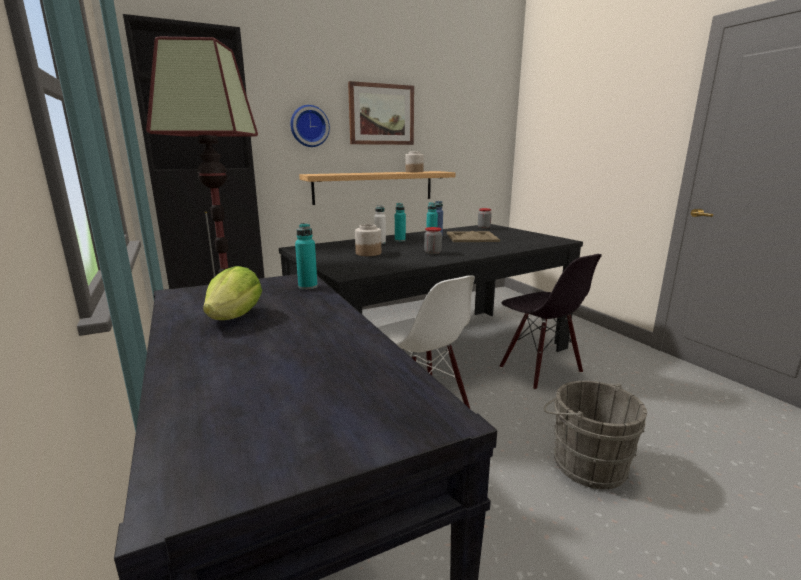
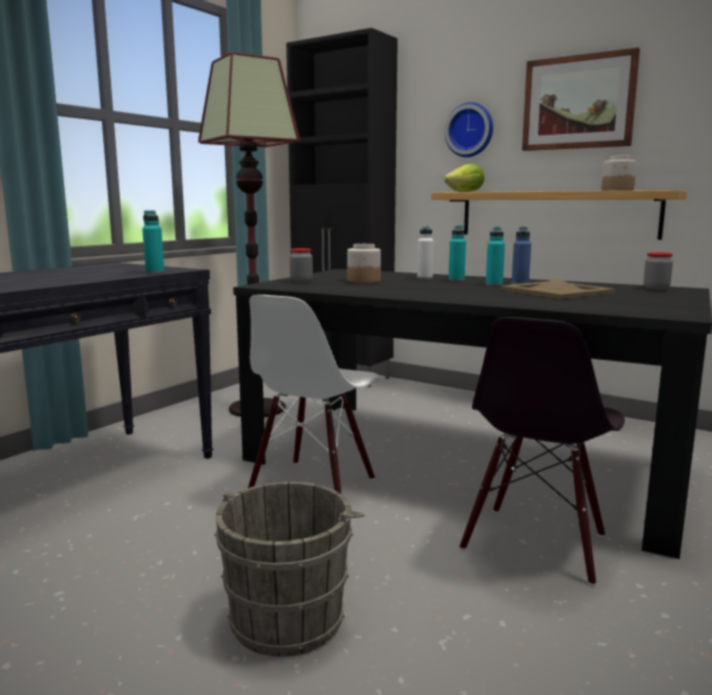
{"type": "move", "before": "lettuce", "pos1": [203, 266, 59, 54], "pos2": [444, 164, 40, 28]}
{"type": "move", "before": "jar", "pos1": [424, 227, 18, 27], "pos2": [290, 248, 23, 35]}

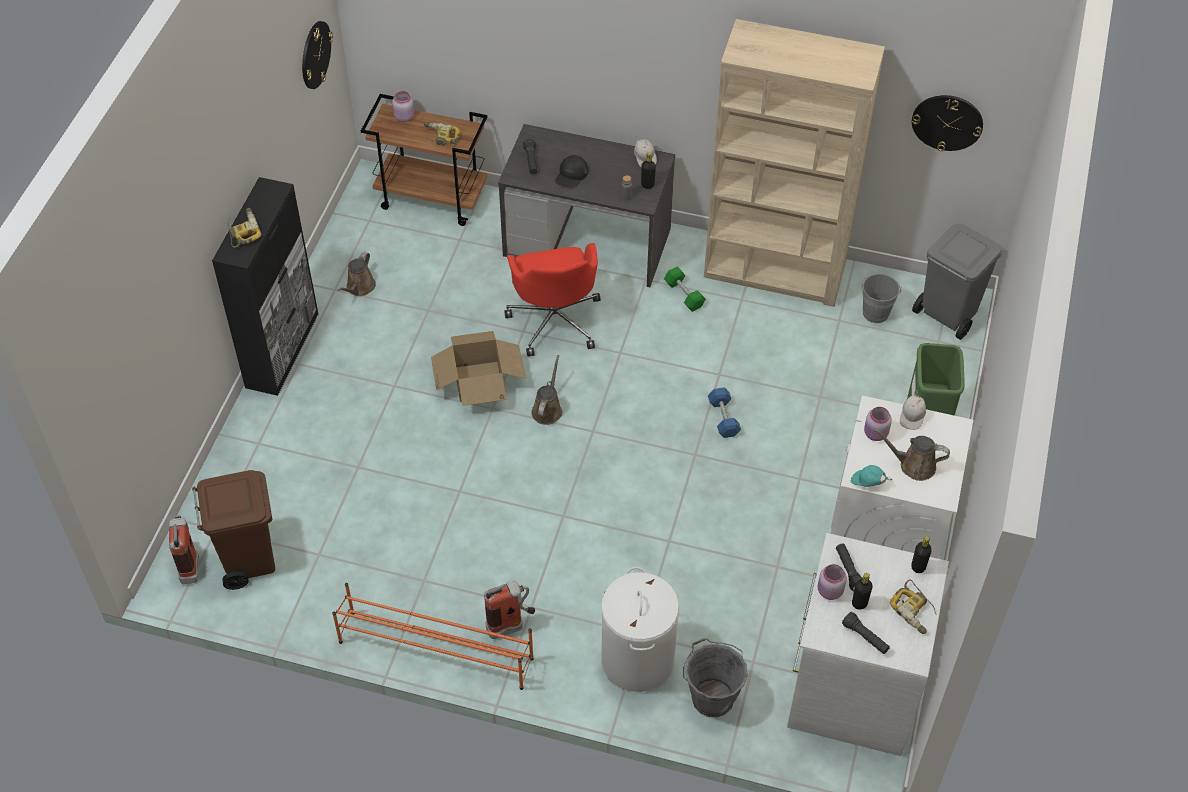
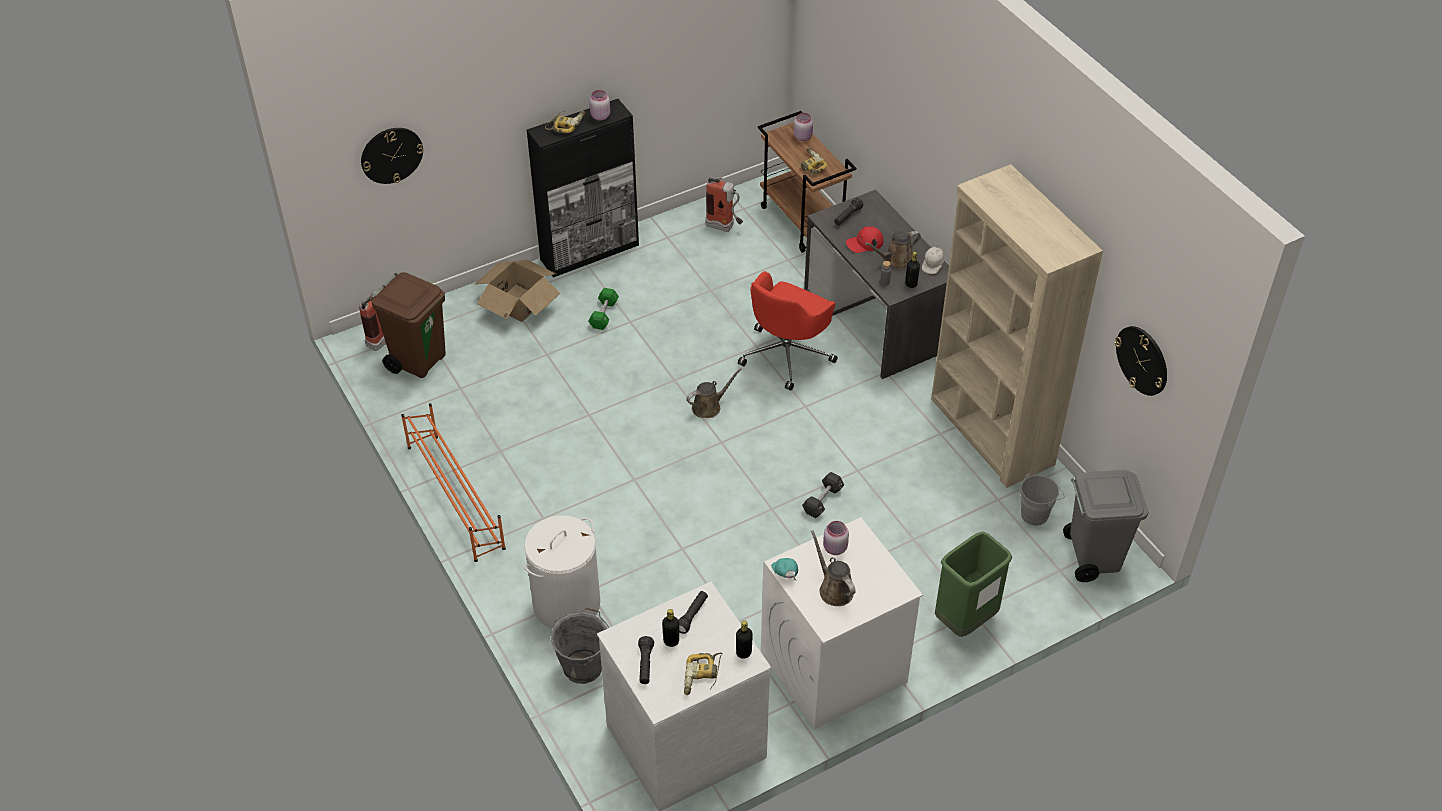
{"type": "move", "before": "wall clock", "pos1": [302, 21, 31, 68], "pos2": [361, 128, 63, 56]}
{"type": "move", "before": "watering can (brown)", "pos1": [338, 252, 38, 44], "pos2": [865, 231, 56, 37]}
{"type": "move", "before": "cardboard box", "pos1": [431, 331, 95, 75], "pos2": [475, 259, 85, 63]}
{"type": "move", "before": "fire extinguisher", "pos1": [484, 581, 51, 58], "pos2": [705, 176, 38, 56]}
{"type": "recolor", "before": "cap (black)", "after": "cap (red)", "pos1": [555, 155, 33, 33], "pos2": [846, 226, 38, 27]}
{"type": "move", "before": "dumbbell (green)", "pos1": [664, 267, 42, 45], "pos2": [588, 288, 31, 42]}
{"type": "recolor", "before": "dumbbell (blue)", "after": "dumbbell (black)", "pos1": [708, 387, 33, 51], "pos2": [802, 472, 42, 46]}
{"type": "move", "before": "jar (pink)", "pos1": [818, 564, 29, 36], "pos2": [589, 90, 21, 30]}
{"type": "delete", "before": "cap (white)", "pos1": [900, 390, 26, 40]}

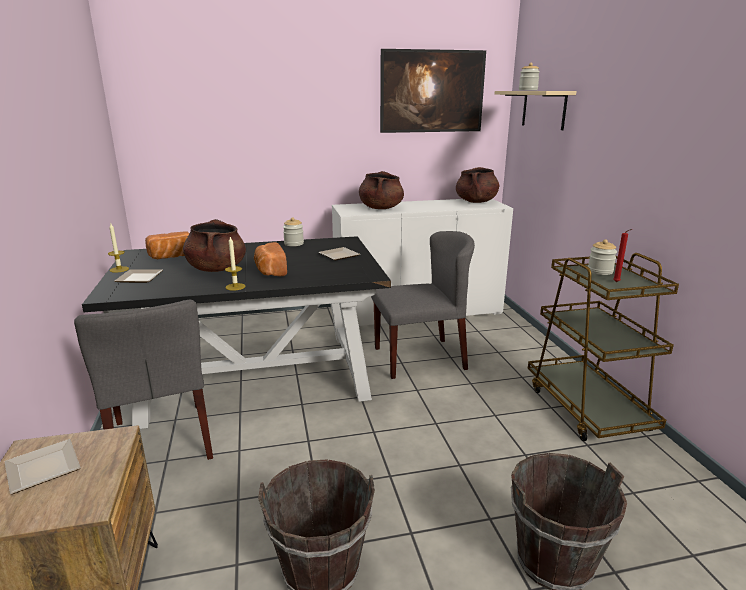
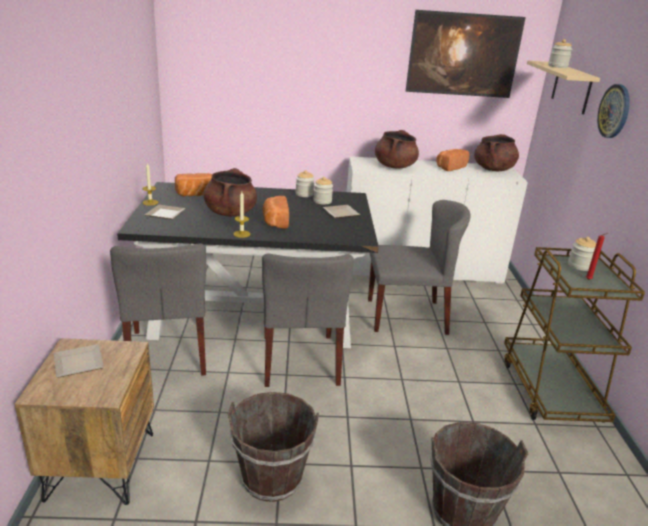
{"type": "insert", "after": "chair (grey)", "pos2": [262, 254, 92, 133]}
{"type": "insert", "after": "jar", "pos2": [313, 177, 20, 28]}
{"type": "insert", "after": "bread", "pos2": [436, 149, 34, 22]}
{"type": "insert", "after": "wall clock", "pos2": [597, 84, 33, 54]}

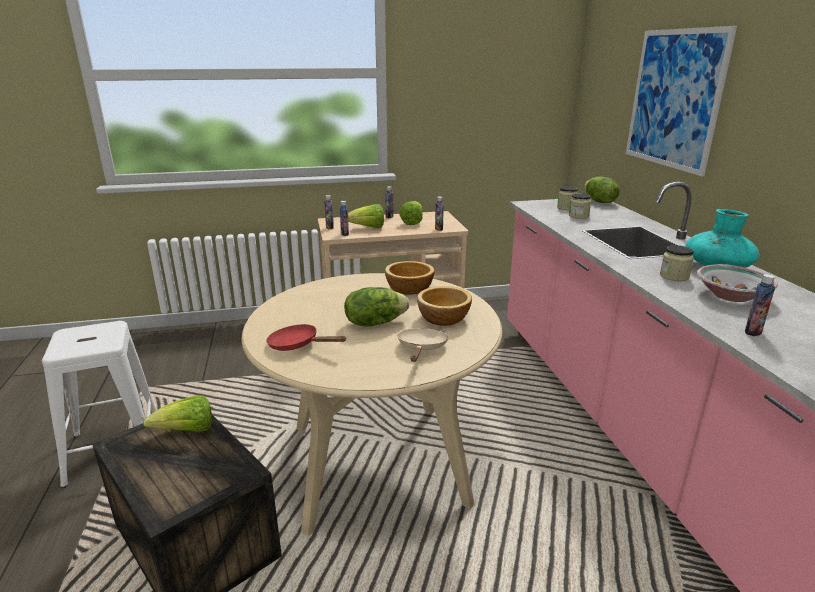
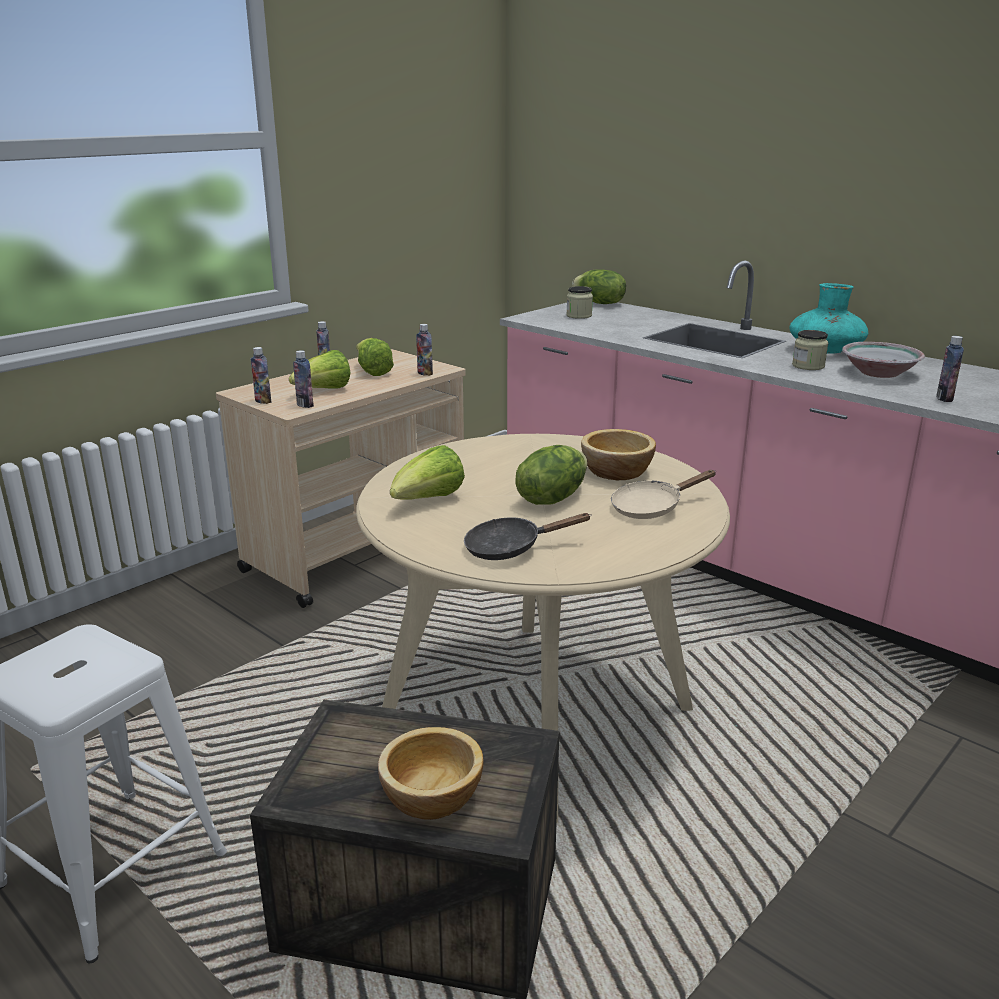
{"type": "move", "before": "lettuce", "pos1": [143, 395, 69, 37], "pos2": [390, 445, 75, 55]}
{"type": "recolor", "before": "frying pan (red)", "after": "frying pan (black)", "pos1": [266, 324, 80, 27], "pos2": [464, 513, 128, 47]}
{"type": "move", "before": "bowl", "pos1": [385, 261, 49, 34], "pos2": [378, 727, 106, 93]}
{"type": "rotate", "before": "frying pan (beige)", "pos1": [397, 328, 52, 34], "pos2": [611, 470, 104, 49], "turn": -90}
{"type": "delete", "before": "jar", "pos1": [569, 193, 22, 26]}
{"type": "delete", "before": "picture", "pos1": [626, 26, 111, 150]}

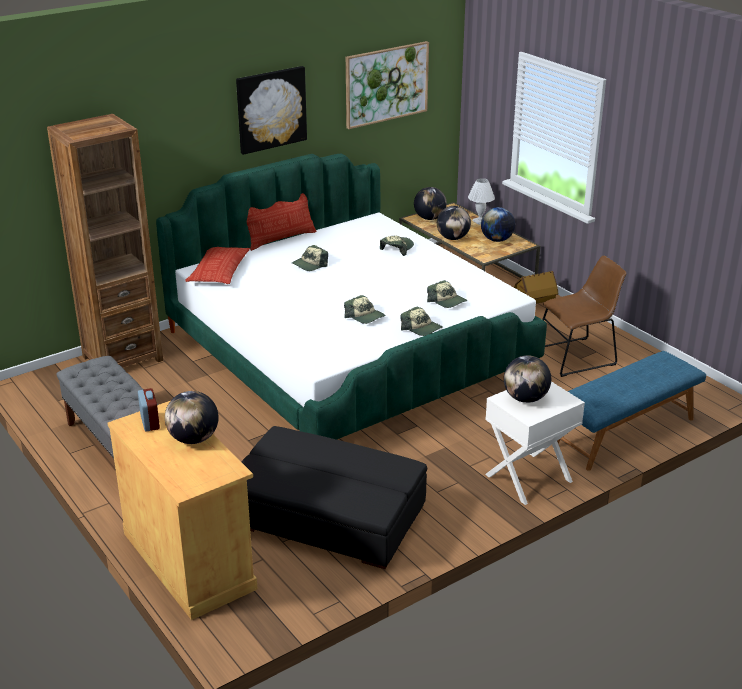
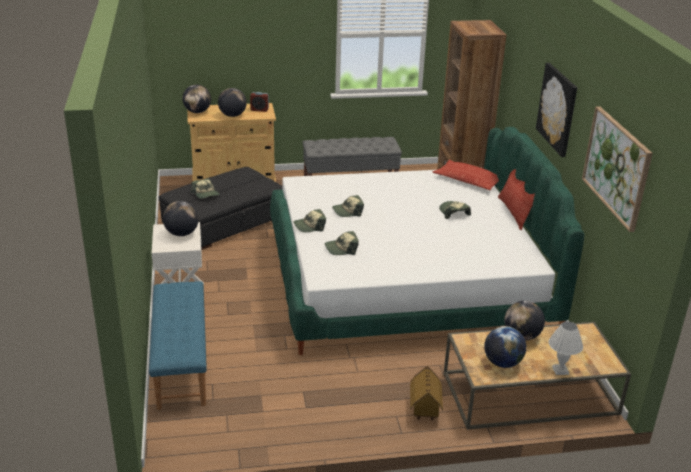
{"type": "move", "before": "cap", "pos1": [380, 236, 34, 20], "pos2": [190, 178, 29, 21]}
{"type": "move", "before": "globe", "pos1": [414, 187, 33, 33], "pos2": [182, 85, 29, 28]}
{"type": "delete", "before": "chair (brown)", "pos1": [542, 256, 84, 121]}

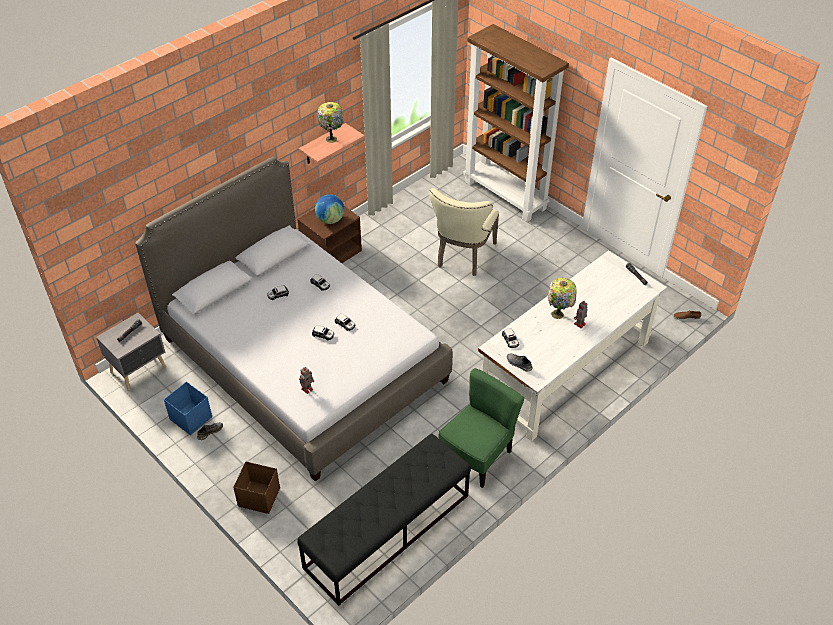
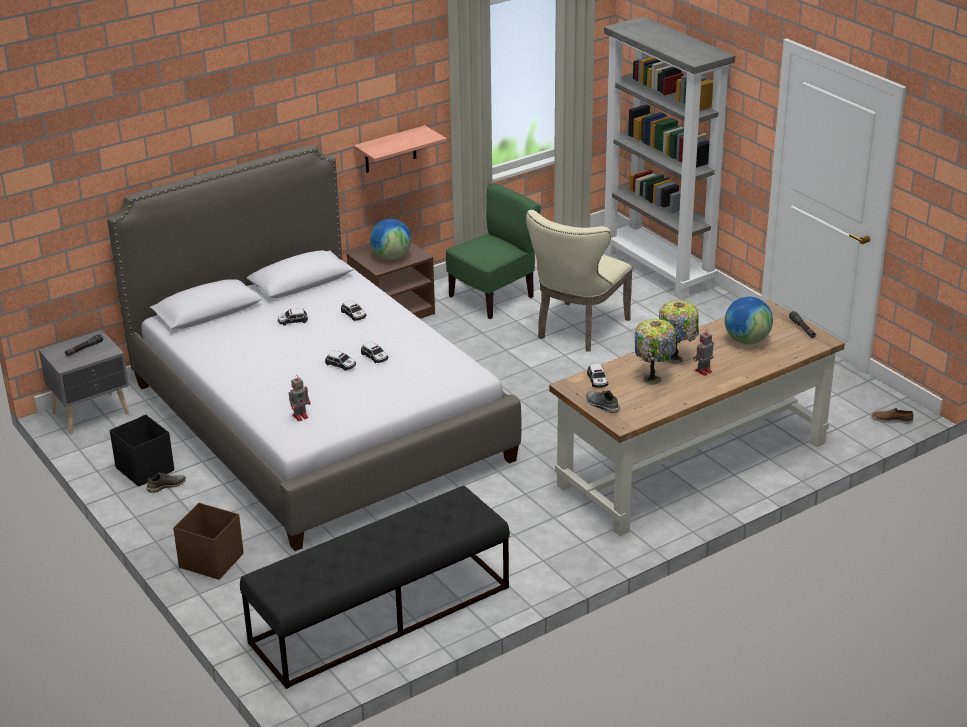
{"type": "recolor", "before": "storage box (blue)", "after": "storage box (black)", "pos1": [164, 382, 48, 53], "pos2": [110, 415, 64, 72]}
{"type": "move", "before": "table lamp", "pos1": [317, 102, 27, 41], "pos2": [635, 319, 41, 65]}
{"type": "move", "before": "chair (green)", "pos1": [438, 368, 86, 120], "pos2": [446, 184, 95, 135]}
{"type": "recolor", "before": "bookcase (brown)", "after": "bookcase (grey)", "pos1": [464, 24, 105, 198], "pos2": [604, 16, 131, 284]}
{"type": "recolor", "before": "desk (white)", "after": "desk (brown)", "pos1": [478, 250, 189, 191], "pos2": [549, 300, 296, 236]}
{"type": "insert", "after": "globe", "pos2": [725, 297, 48, 47]}

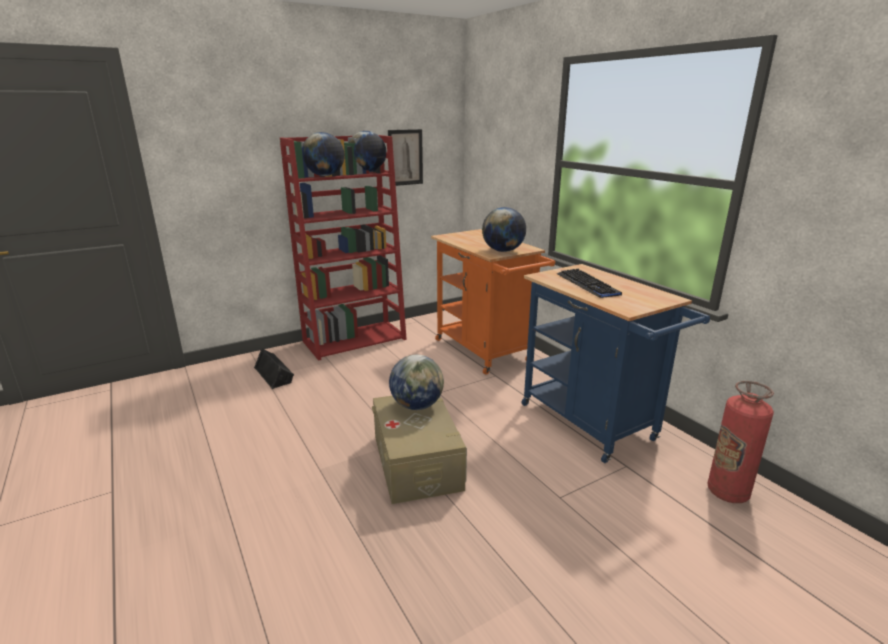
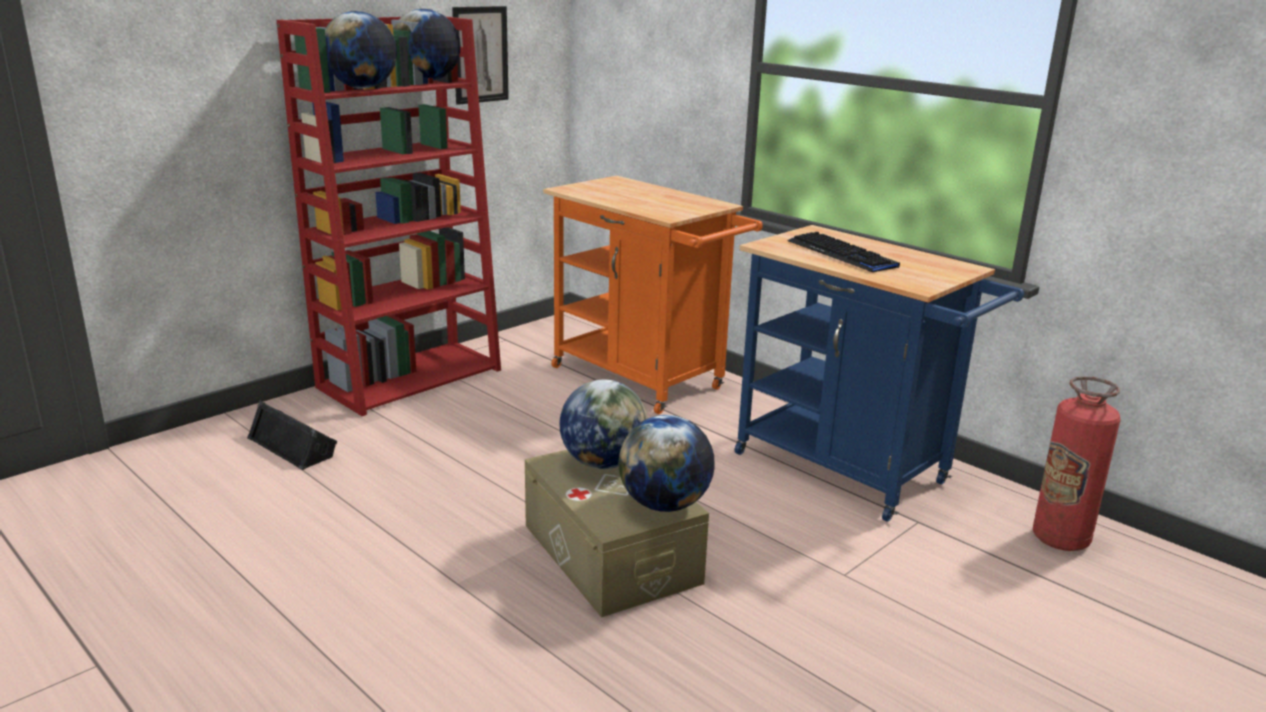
{"type": "move", "before": "globe", "pos1": [482, 207, 44, 45], "pos2": [618, 415, 97, 97]}

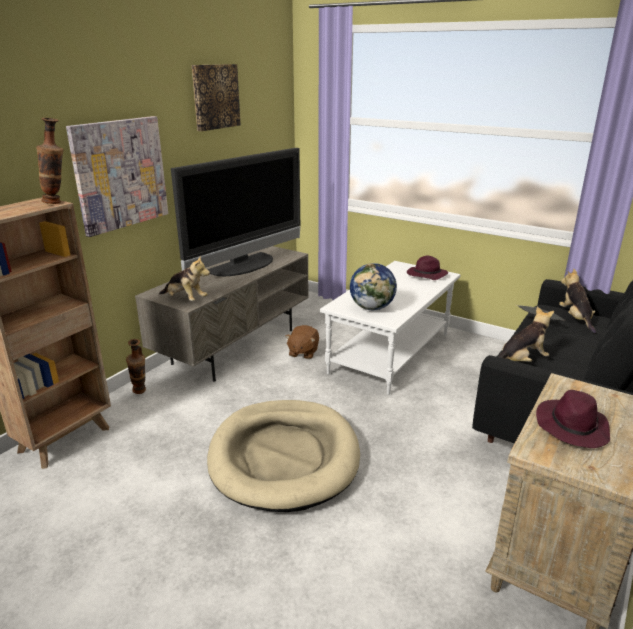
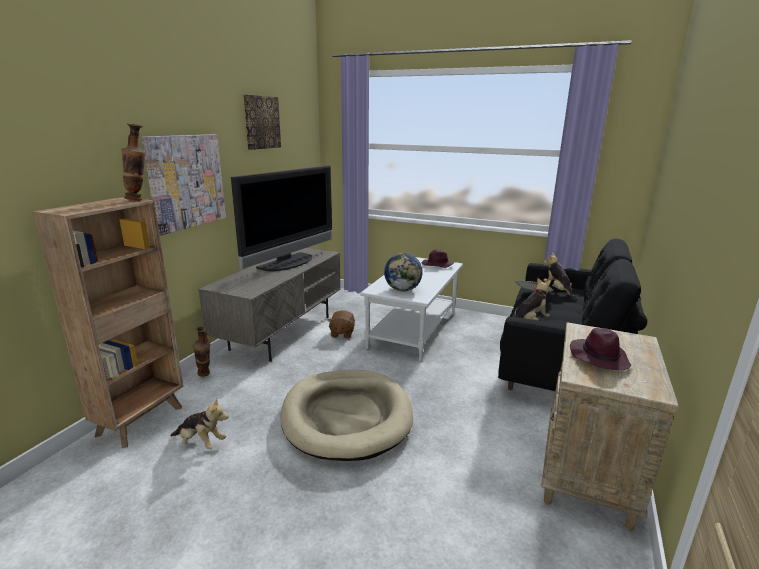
{"type": "move", "before": "plush toy", "pos1": [159, 256, 51, 45], "pos2": [170, 399, 59, 51]}

